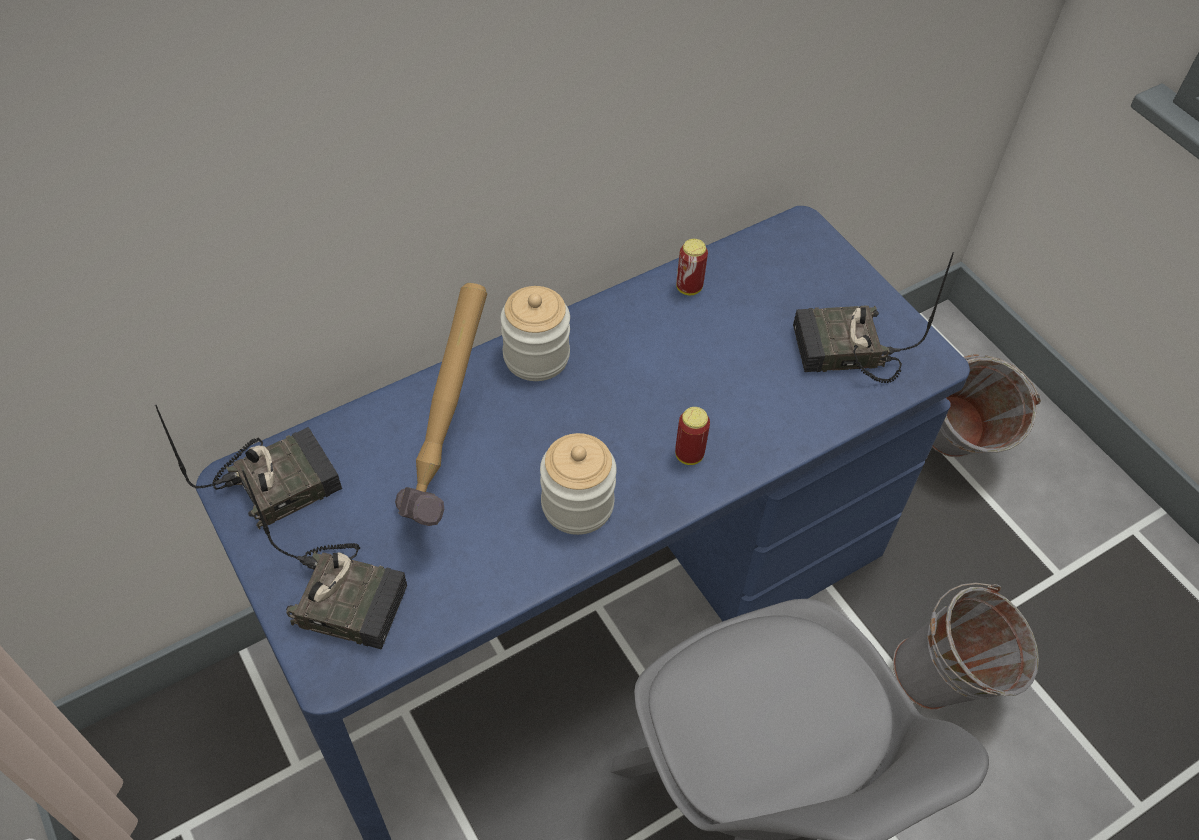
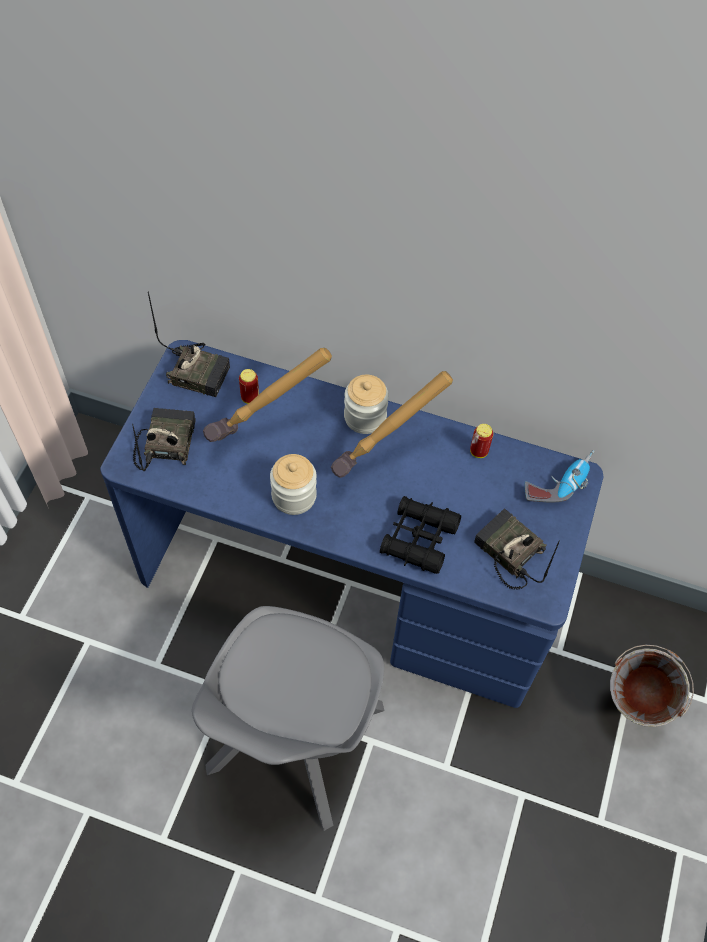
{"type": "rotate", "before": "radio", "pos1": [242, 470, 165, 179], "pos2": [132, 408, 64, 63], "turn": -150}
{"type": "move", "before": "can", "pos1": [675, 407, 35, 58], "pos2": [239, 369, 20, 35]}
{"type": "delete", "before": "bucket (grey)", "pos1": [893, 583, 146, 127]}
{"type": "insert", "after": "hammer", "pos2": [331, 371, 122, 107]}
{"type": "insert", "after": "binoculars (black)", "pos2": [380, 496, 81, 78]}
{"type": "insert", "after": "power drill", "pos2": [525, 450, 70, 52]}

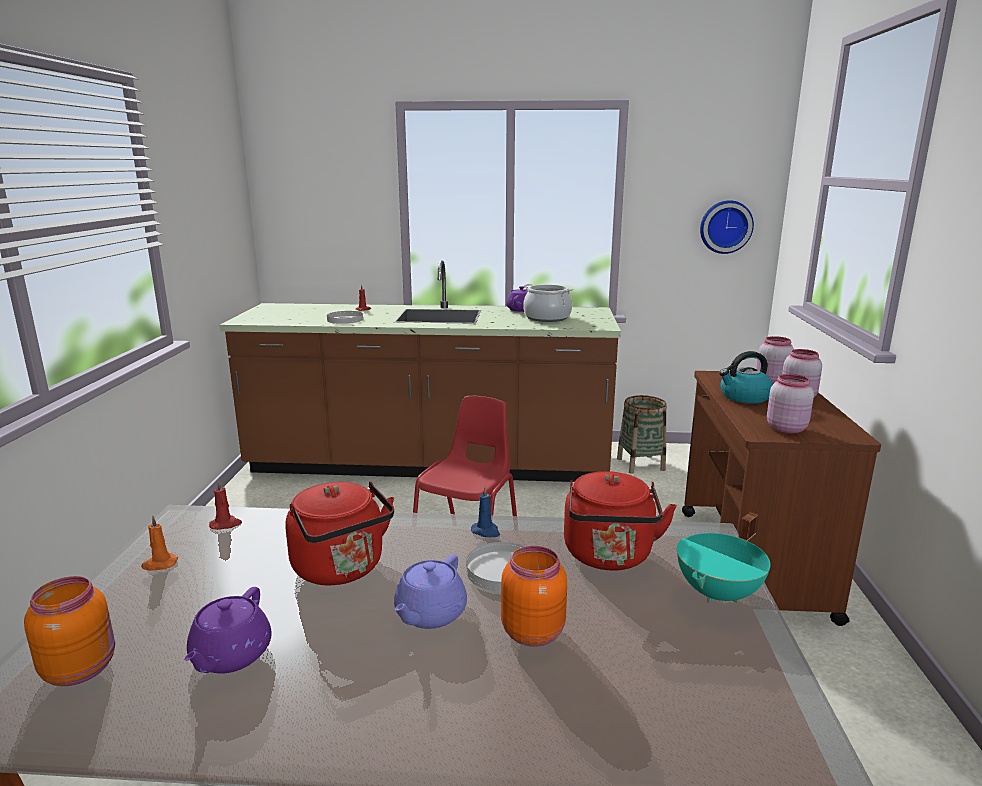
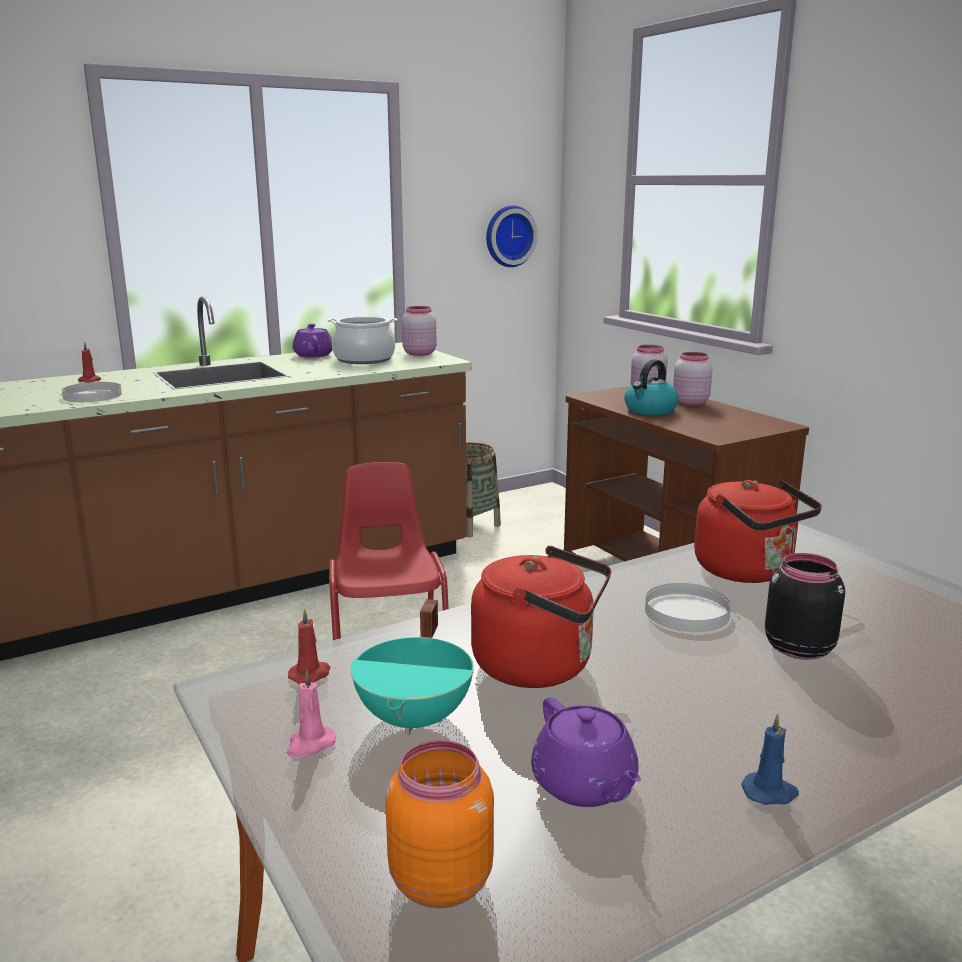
{"type": "recolor", "before": "candle (orange)", "after": "candle (pink)", "pos1": [141, 515, 37, 56], "pos2": [287, 669, 49, 88]}
{"type": "delete", "before": "teapot (purple)", "pos1": [394, 555, 73, 74]}
{"type": "move", "before": "candle (blue)", "pos1": [471, 487, 29, 50], "pos2": [741, 714, 58, 91]}
{"type": "recolor", "before": "jar (orange)", "after": "jar (black)", "pos1": [501, 546, 66, 101], "pos2": [765, 553, 80, 107]}
{"type": "move", "before": "cooking pot (turquoise)", "pos1": [677, 512, 94, 91], "pos2": [351, 599, 123, 137]}
{"type": "move", "before": "jar (pink)", "pos1": [767, 374, 47, 60], "pos2": [402, 306, 35, 50]}

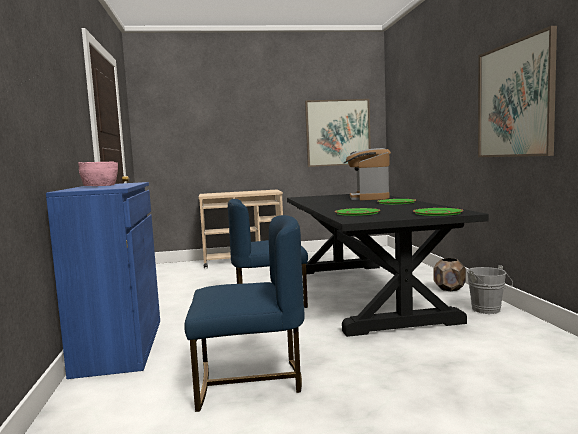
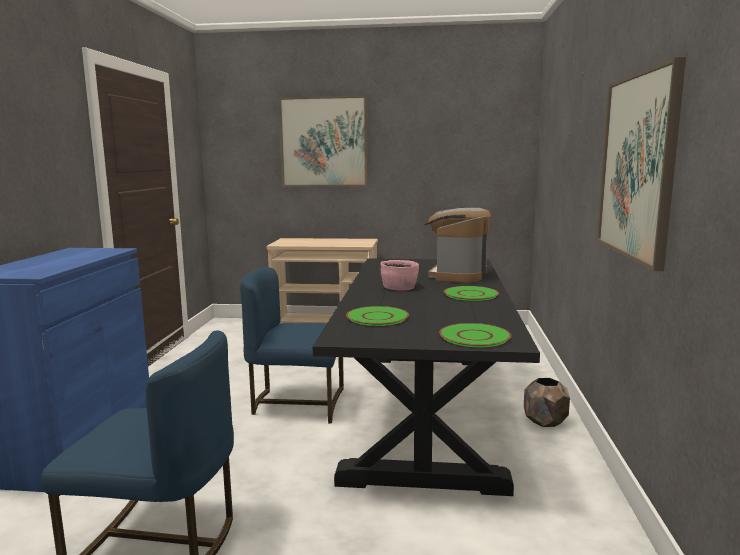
{"type": "move", "before": "bowl (pink)", "pos1": [78, 162, 40, 24], "pos2": [381, 260, 38, 30]}
{"type": "move", "before": "picture", "pos1": [305, 99, 66, 68], "pos2": [278, 96, 90, 91]}
{"type": "delete", "before": "bucket (grey)", "pos1": [467, 265, 46, 49]}

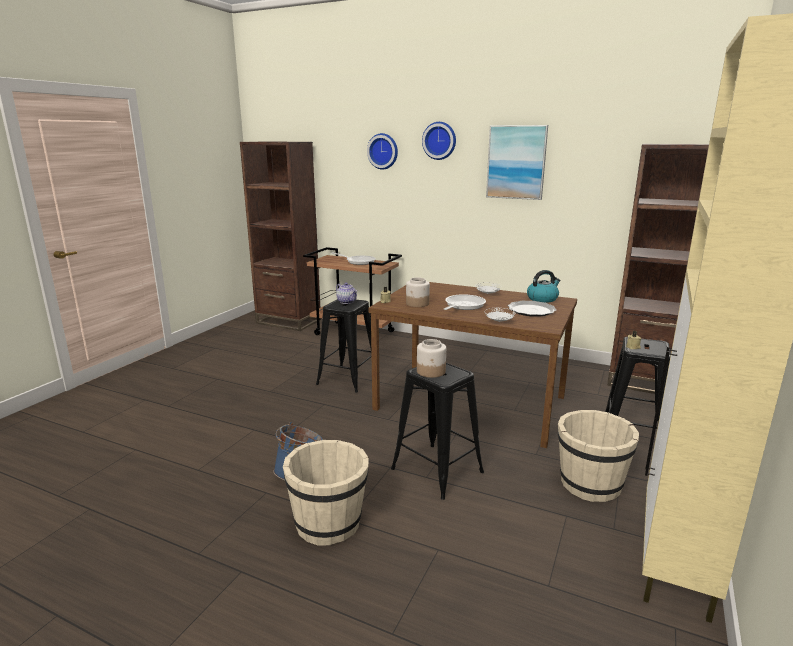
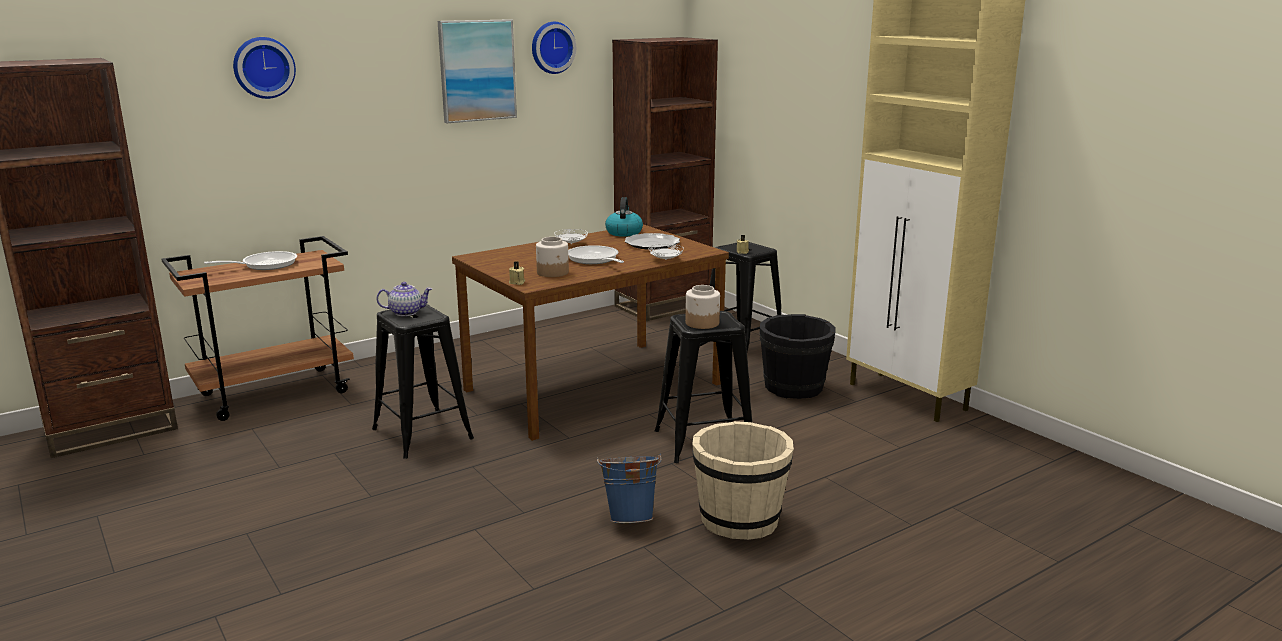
{"type": "move", "before": "wall clock", "pos1": [422, 122, 34, 38], "pos2": [532, 22, 44, 52]}
{"type": "recolor", "before": "bucket (beige)", "after": "bucket (black)", "pos1": [558, 410, 81, 92], "pos2": [759, 314, 76, 85]}

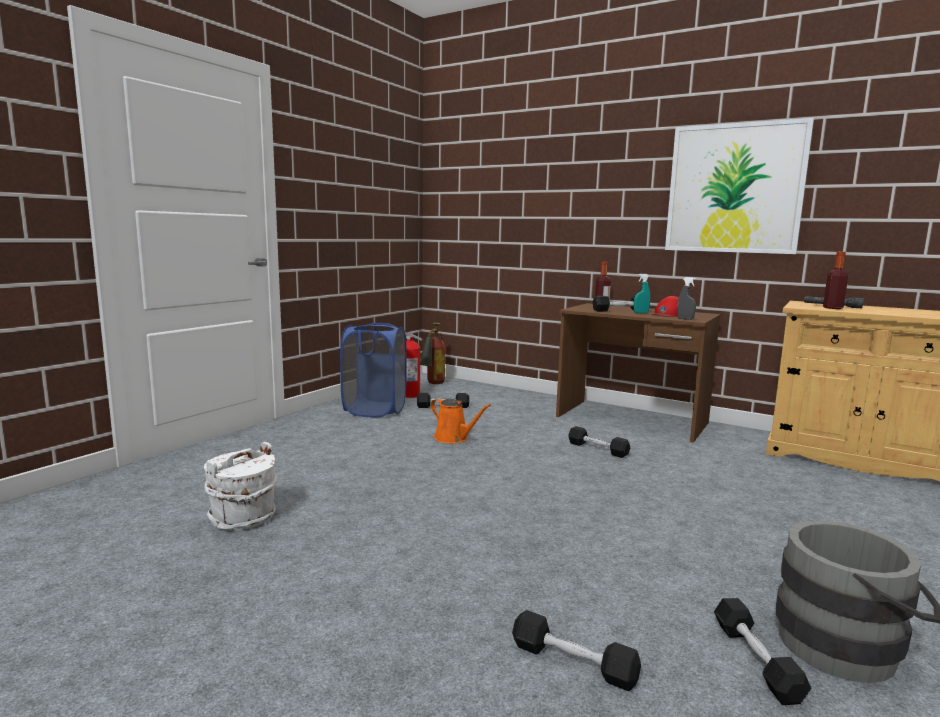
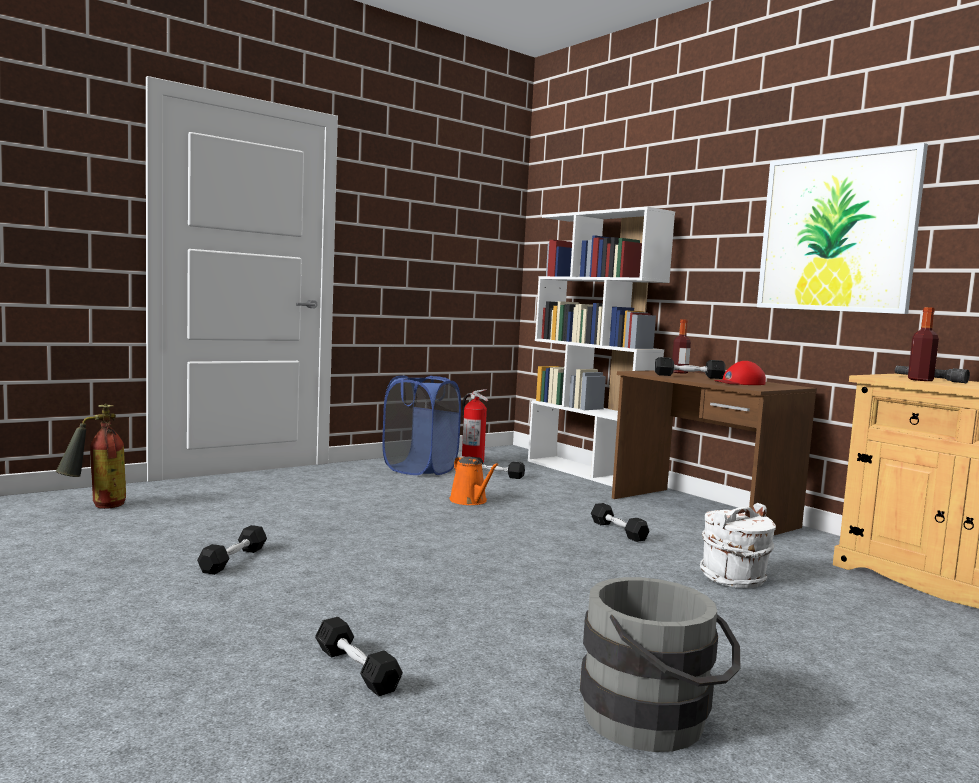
{"type": "move", "before": "bucket (white)", "pos1": [204, 442, 73, 88], "pos2": [700, 503, 76, 85]}
{"type": "move", "before": "fire extinguisher", "pos1": [420, 322, 27, 62], "pos2": [56, 403, 70, 106]}
{"type": "delete", "before": "spray bottle (turquoise)", "pos1": [634, 274, 16, 39]}
{"type": "delete", "before": "spray bottle (grey)", "pos1": [677, 277, 19, 43]}
{"type": "move", "before": "dumbbell (black)", "pos1": [714, 598, 97, 107], "pos2": [197, 525, 70, 50]}
{"type": "insert", "after": "bookcase (white)", "pos2": [528, 207, 147, 279]}

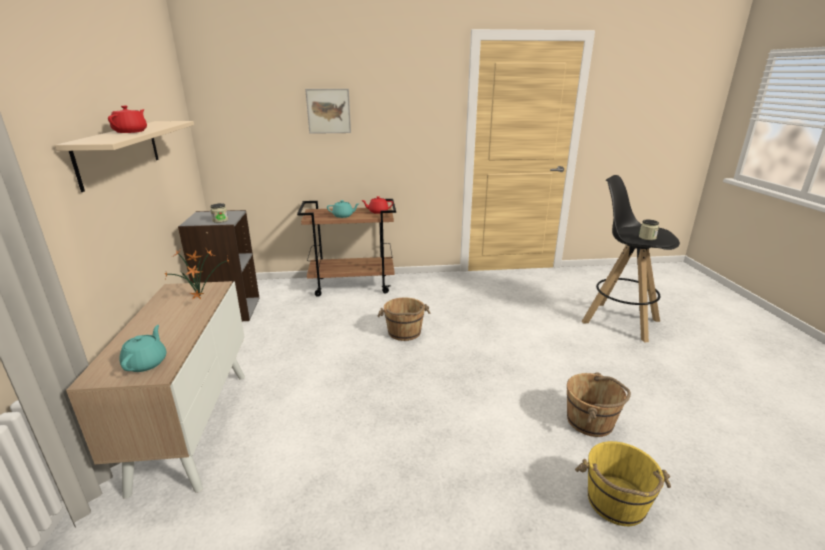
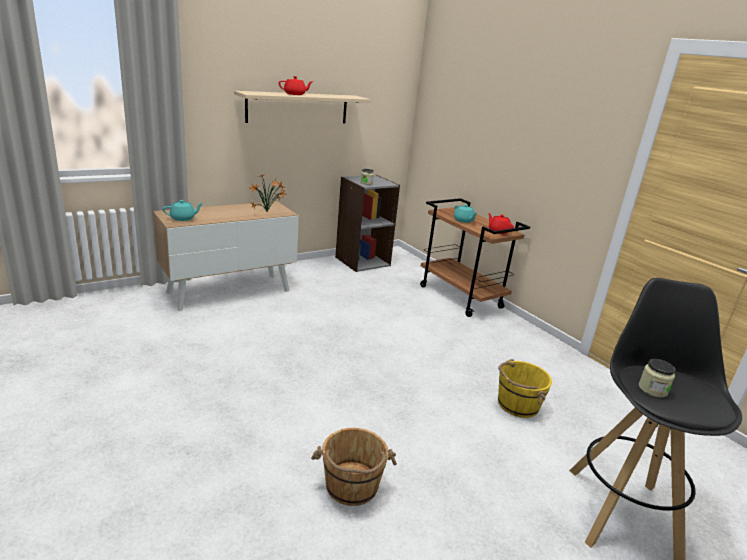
{"type": "delete", "before": "picture", "pos1": [305, 89, 46, 45]}
{"type": "delete", "before": "bucket (brown)", "pos1": [377, 297, 53, 44]}
{"type": "move", "before": "bucket (yellow)", "pos1": [575, 441, 96, 85], "pos2": [498, 359, 54, 59]}

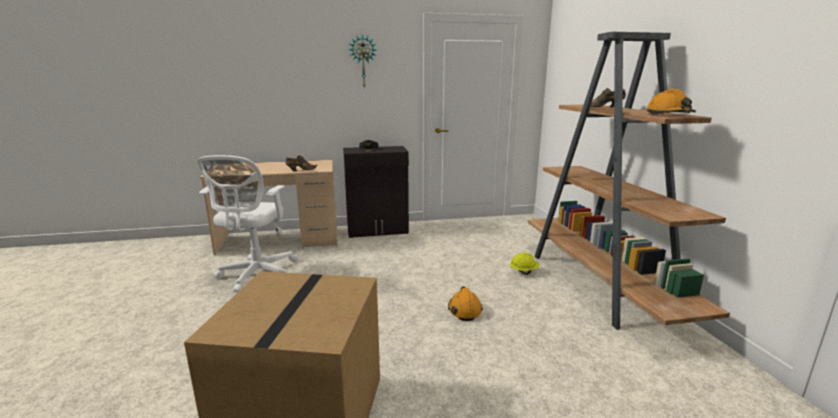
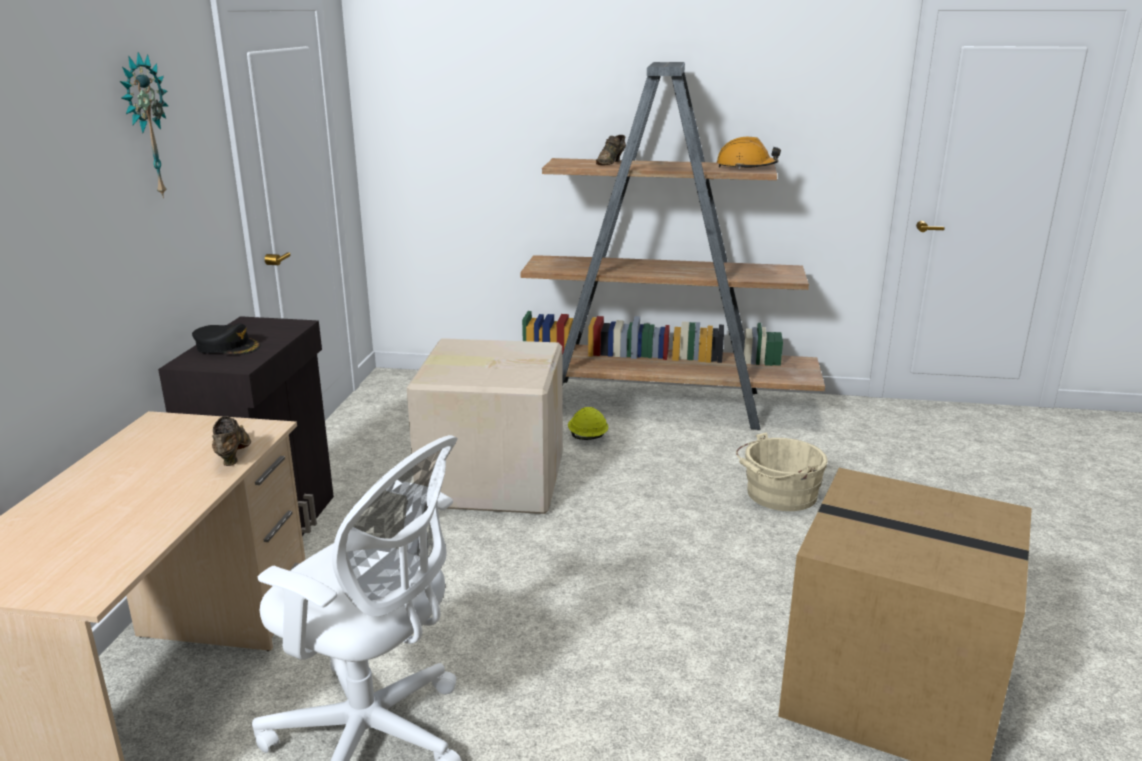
{"type": "delete", "before": "hard hat (orange)", "pos1": [448, 286, 35, 35]}
{"type": "insert", "after": "cardboard box", "pos2": [407, 338, 156, 176]}
{"type": "insert", "after": "bucket (beige)", "pos2": [736, 432, 92, 79]}

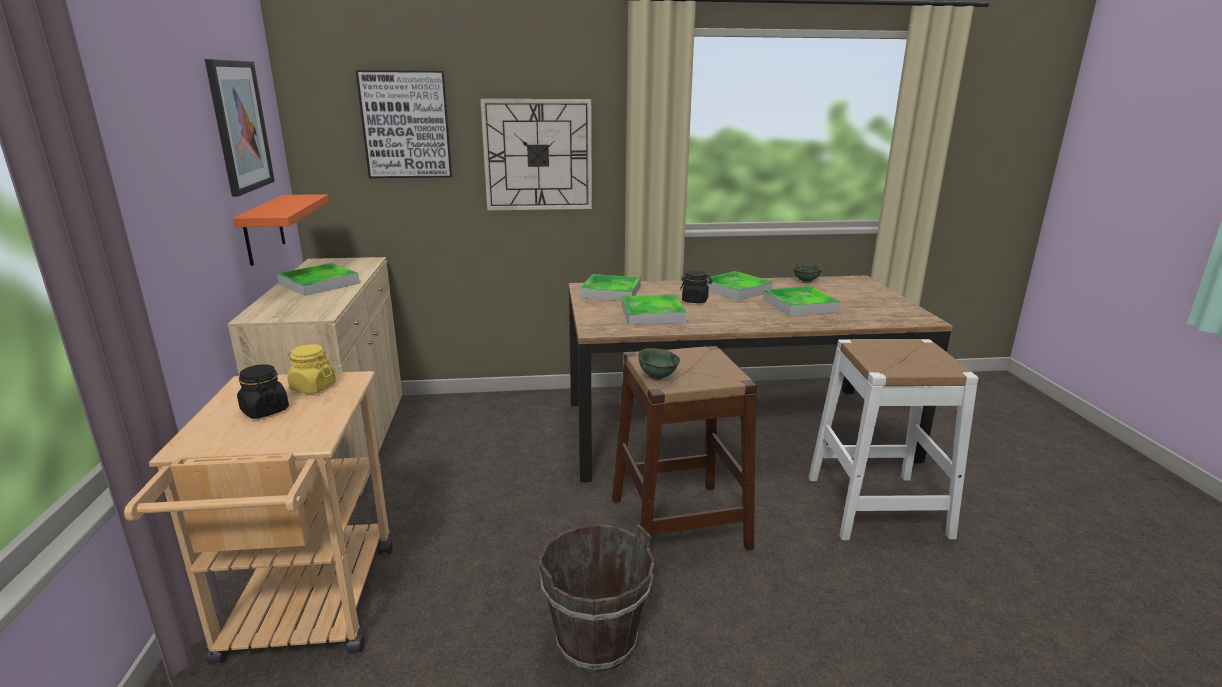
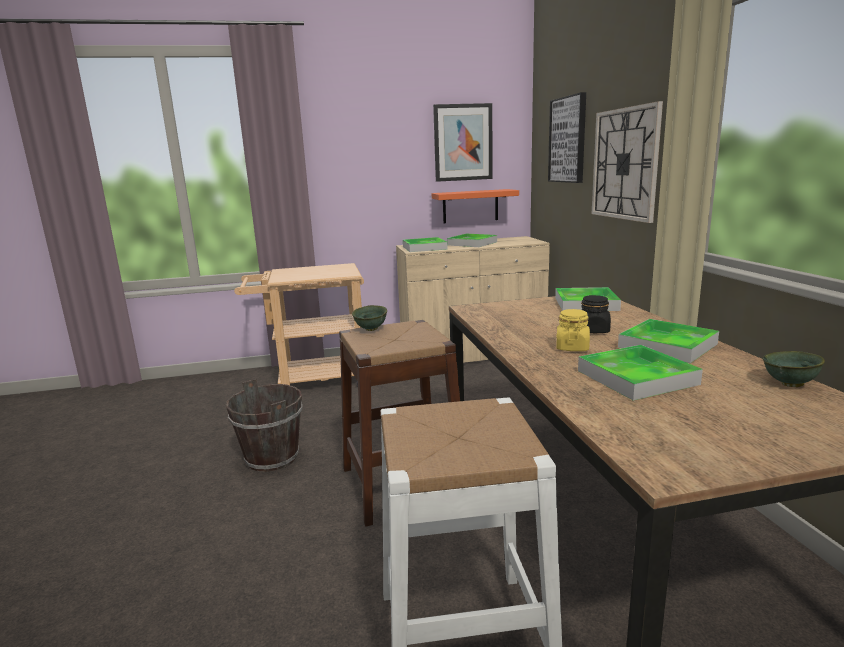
{"type": "delete", "before": "jar (black)", "pos1": [237, 364, 52, 55]}
{"type": "move", "before": "jar (yellow)", "pos1": [287, 344, 49, 50], "pos2": [557, 309, 33, 42]}
{"type": "move", "before": "tray", "pos1": [621, 295, 66, 30], "pos2": [403, 237, 44, 15]}

